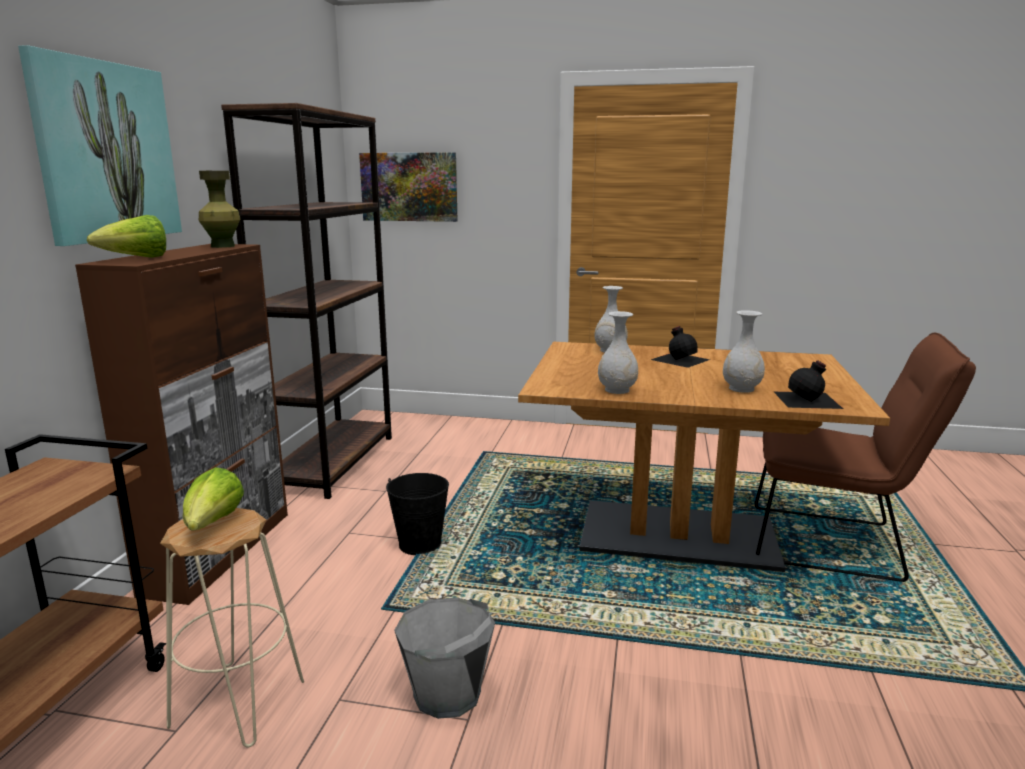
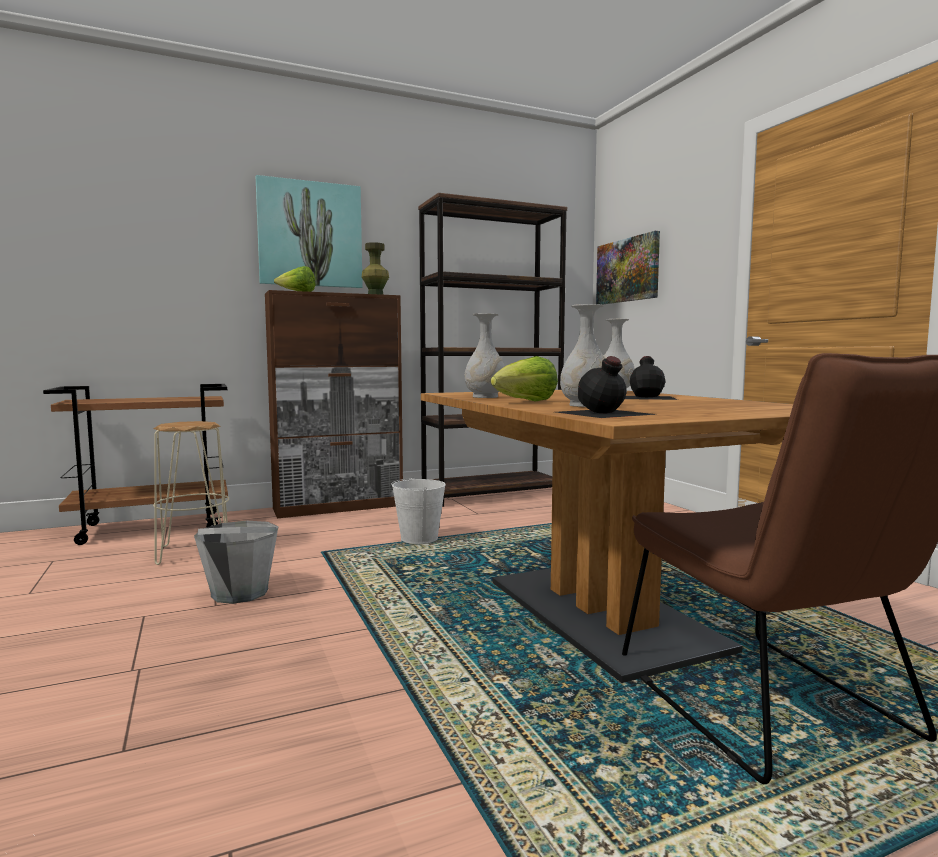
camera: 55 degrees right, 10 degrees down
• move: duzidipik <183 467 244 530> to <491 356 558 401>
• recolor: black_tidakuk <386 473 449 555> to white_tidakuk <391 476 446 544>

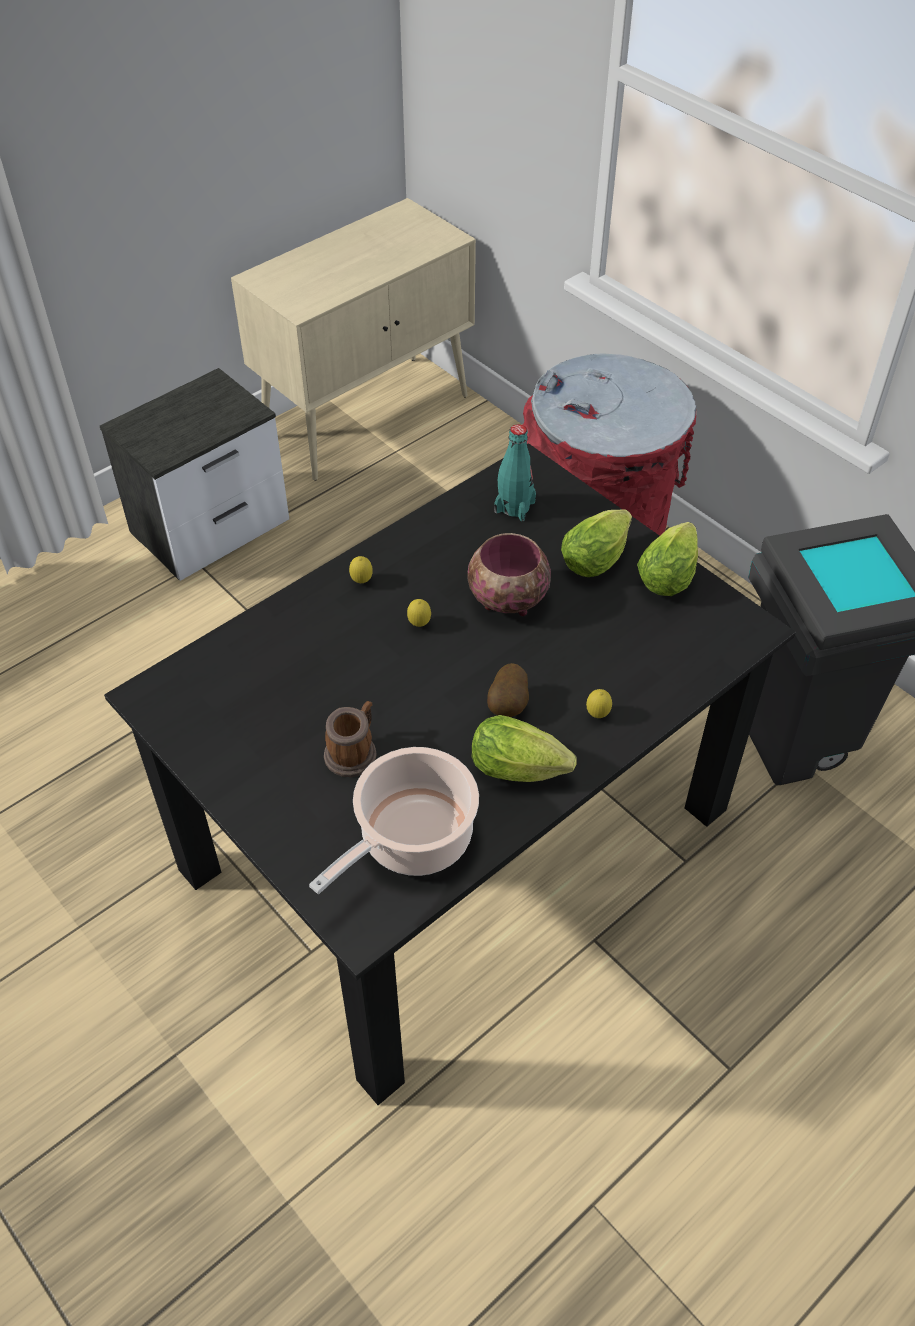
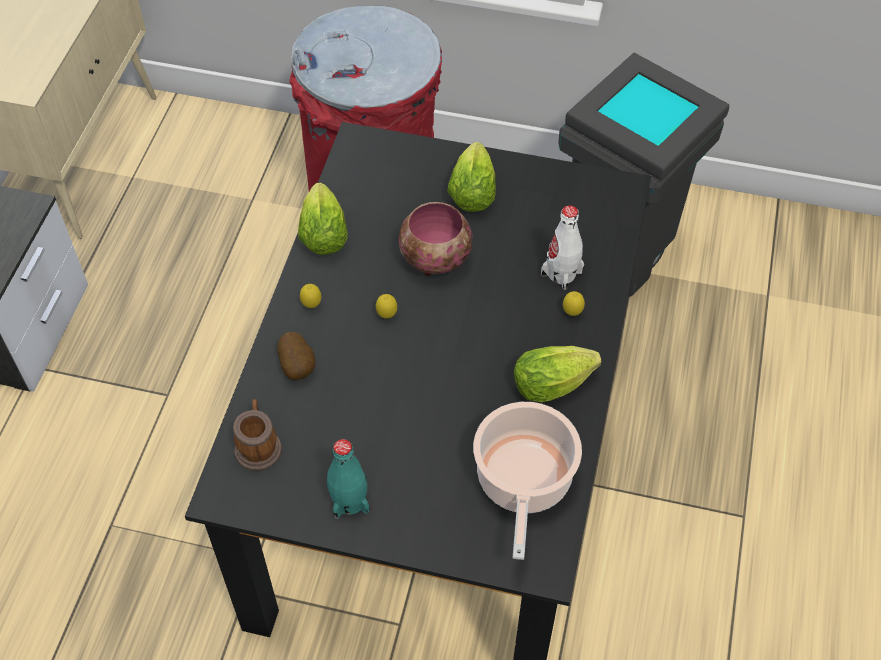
camera: 35 degrees left, 5 degrees up
• move: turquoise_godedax <494 424 536 521> to <327 439 369 519>
• move: duzidipik <637 522 698 596> to <298 183 348 255>
• move: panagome <487 663 529 717> to <277 332 315 380>
• move: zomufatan <324 701 377 777> to <233 399 282 471>
• insert: white_godedax <541 205 584 290>

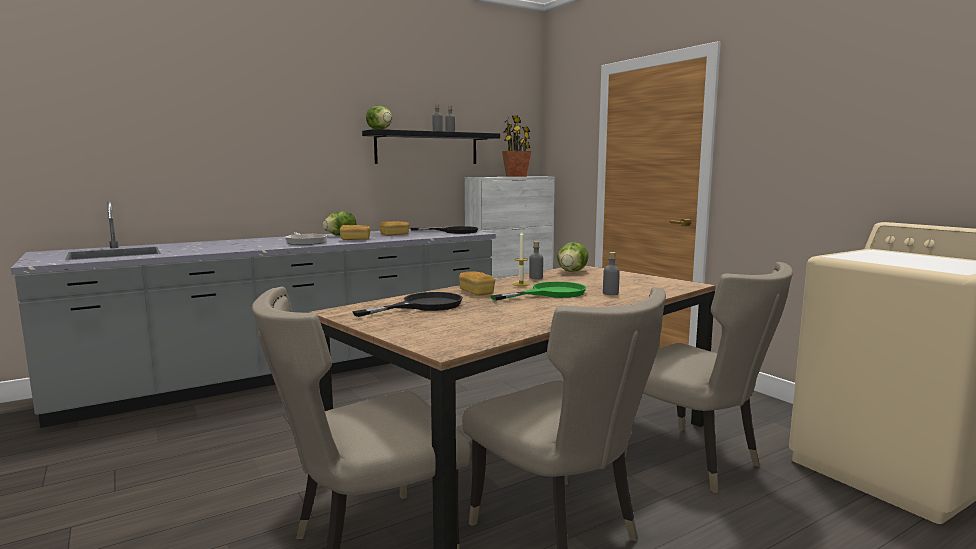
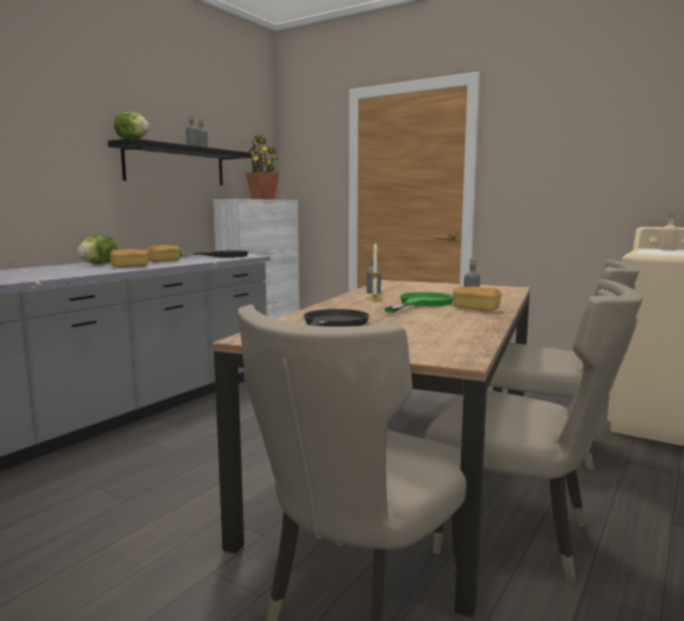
camera: 25 degrees left, 0 degrees up
• delete: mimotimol <285 232 328 245>
• delete: duzidipik <557 242 589 272>
• move: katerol <459 271 495 295> to <453 286 501 311>
• insert: beige_godedax <660 214 678 251>

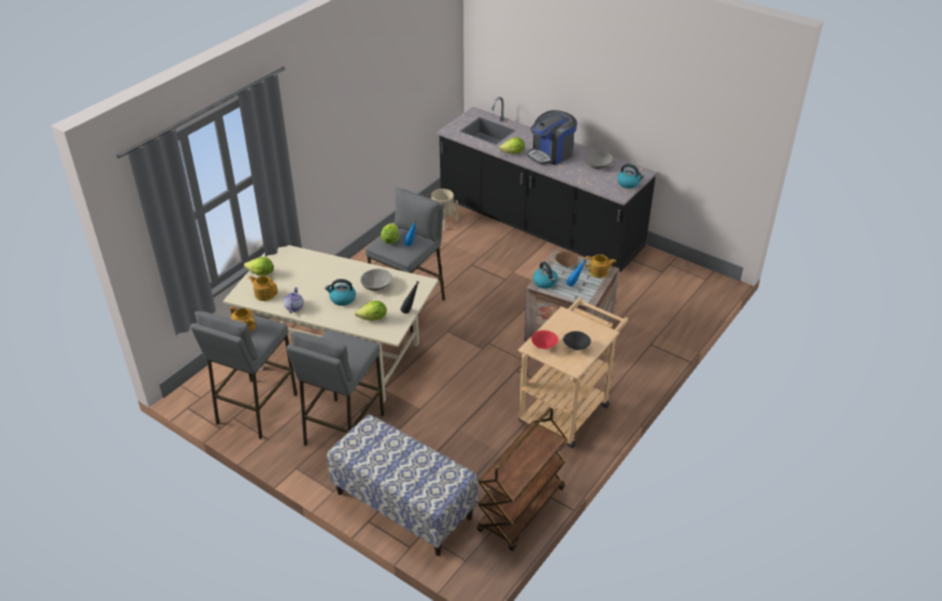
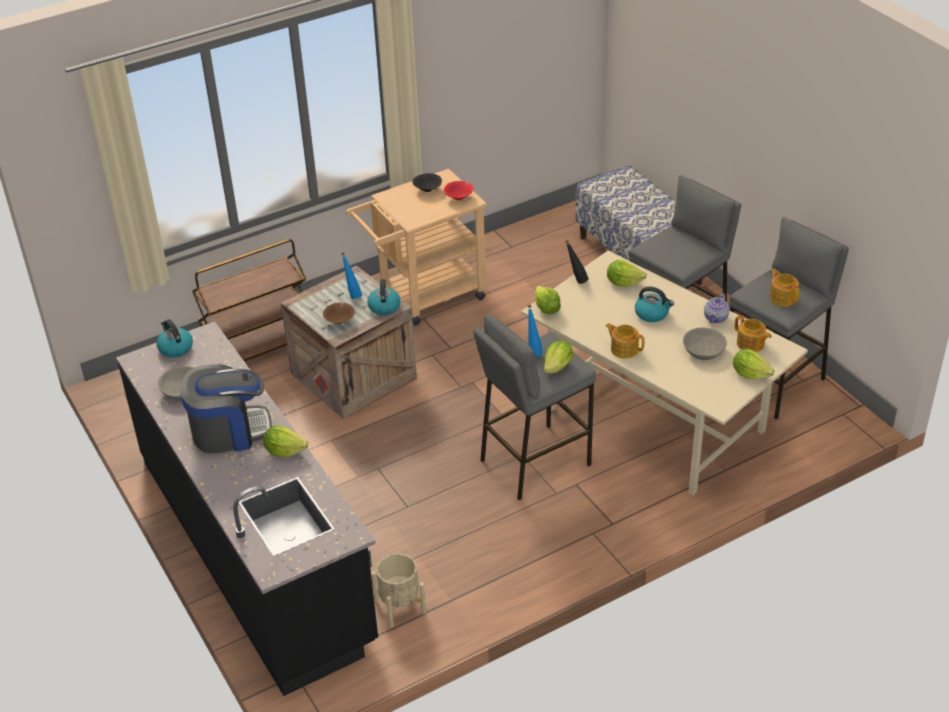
camera: 155 degrees left, 0 degrees up
• move: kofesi <585 254 616 278> to <605 323 645 359>
• move: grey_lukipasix <360 269 392 291> to <683 327 727 360>
• move: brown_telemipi <477 408 568 551> to <192 239 306 361>
• insert: duzidipik <535 285 561 315>

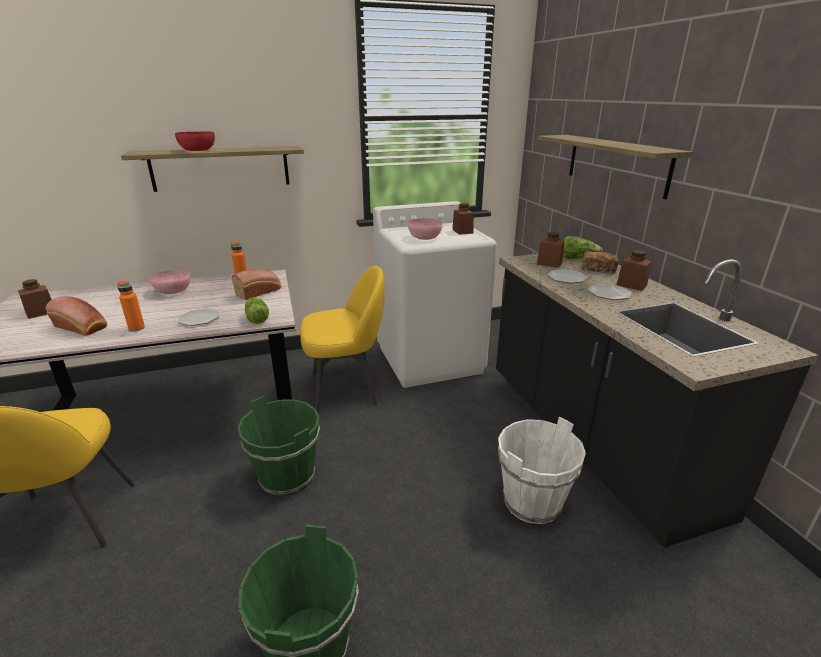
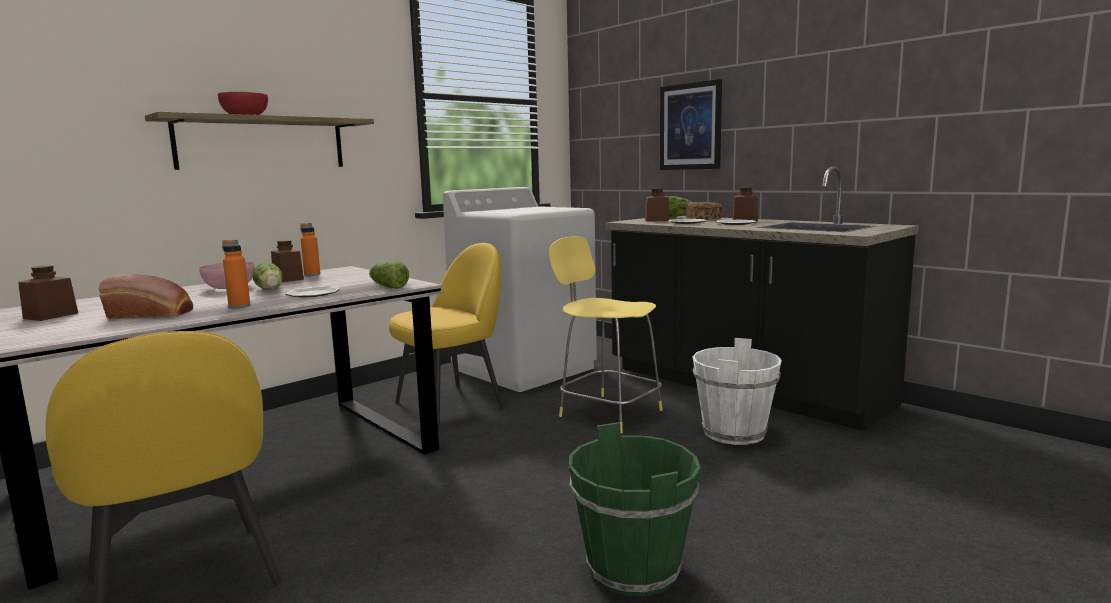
camera: 25 degrees left, 15 degrees down
• replace: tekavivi <537 135 693 199> to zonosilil <660 79 722 170>
• move: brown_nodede <452 203 474 235> to <271 240 304 282>
• delete: pink_lukipasix <408 218 442 240>
• delete: katerol <232 269 281 300>
• delete: green_tidakuk <238 396 320 496>
• insert: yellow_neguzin <549 236 663 433>
• insert: duzidipik <252 262 283 290>

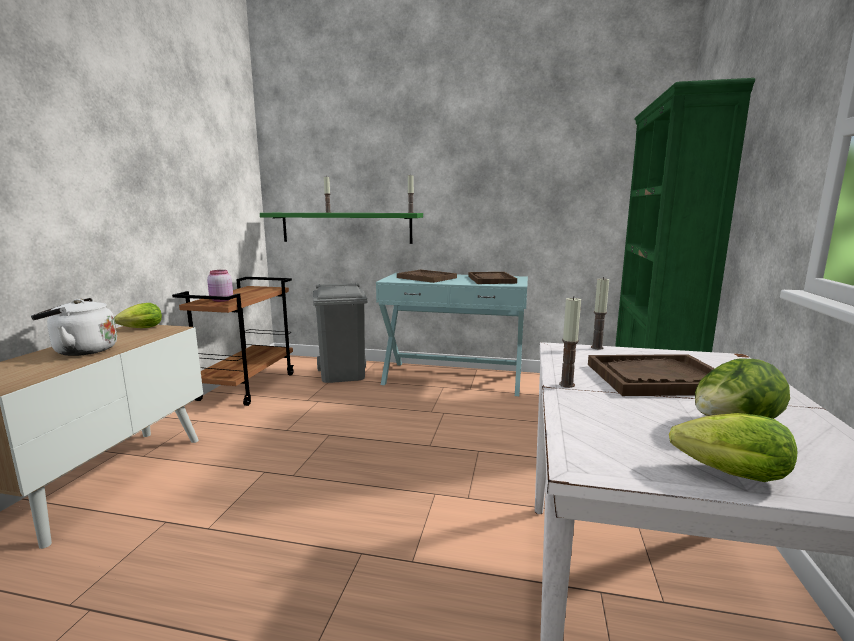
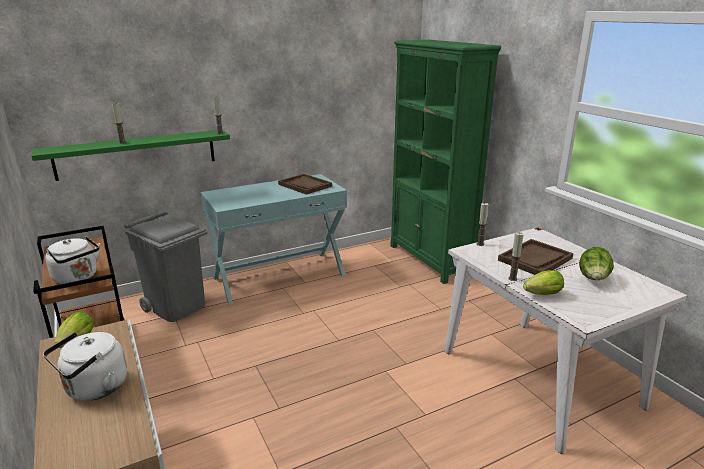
camera: 40 degrees left, 10 degrees up
• replace: pink_nodede <207 270 233 302> to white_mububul <45 236 100 284>
• delete: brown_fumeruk <397 270 457 283>
• move: duzidipik <669 413 797 482> to <523 270 564 295>

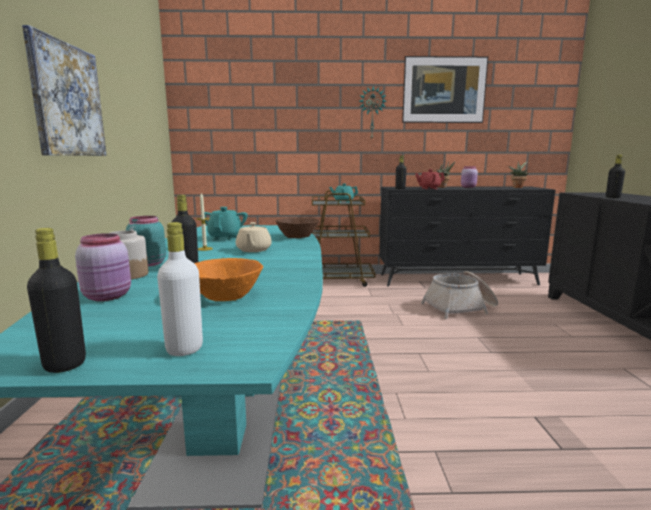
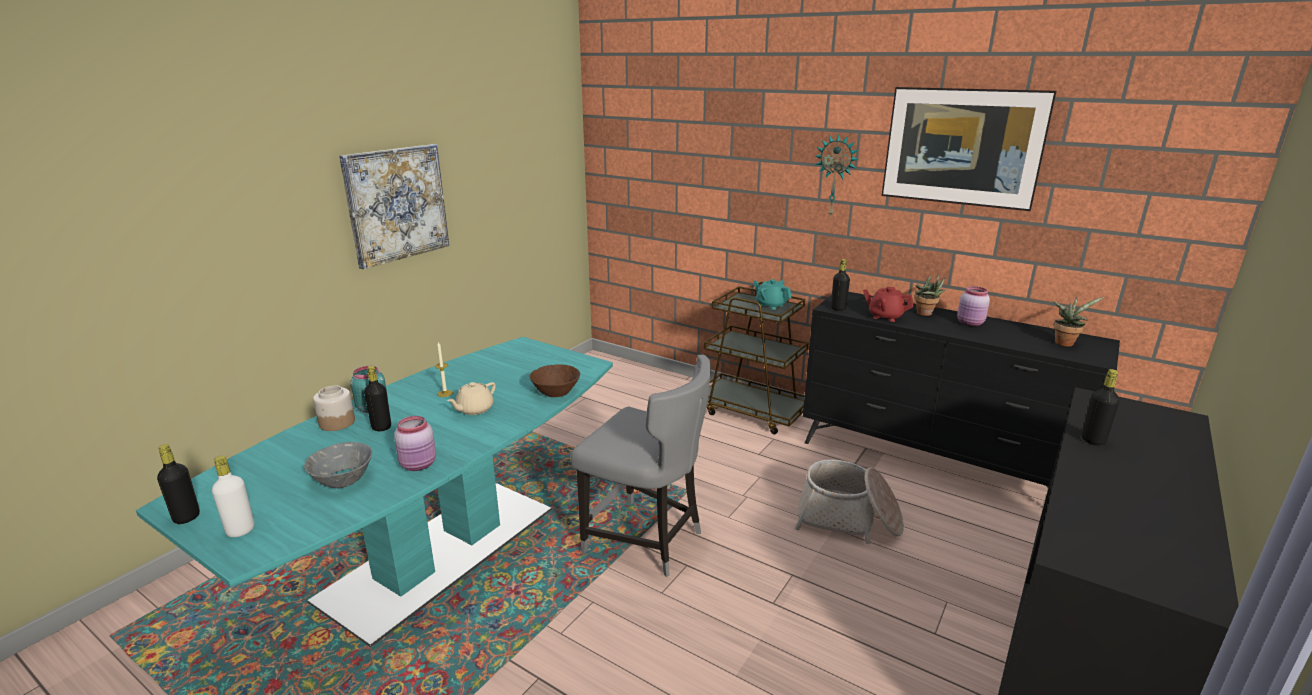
camera: 35 degrees right, 10 degrees up
• delete: turquoise_kofesi <204 207 248 240>
• move: pink_nodede <75 233 131 301> to <394 416 436 471>
• recolor: orange_lukipasix <194 258 263 301> to grey_lukipasix <304 442 372 489>
• insert: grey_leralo <571 355 711 577>

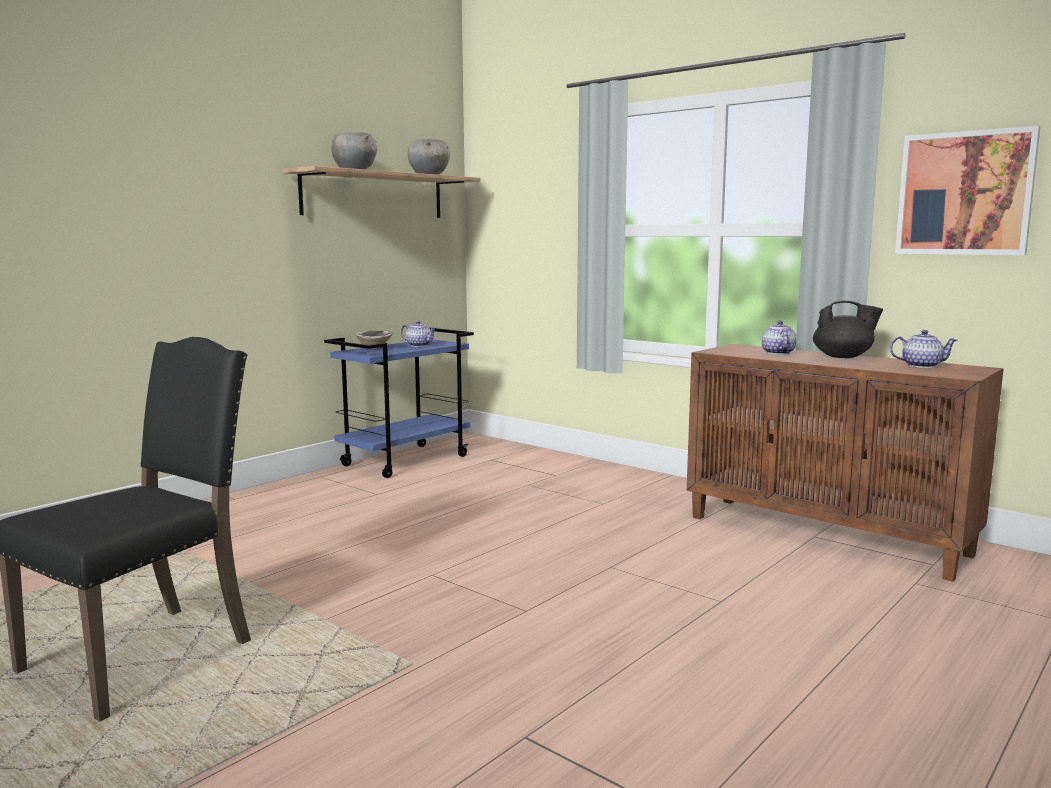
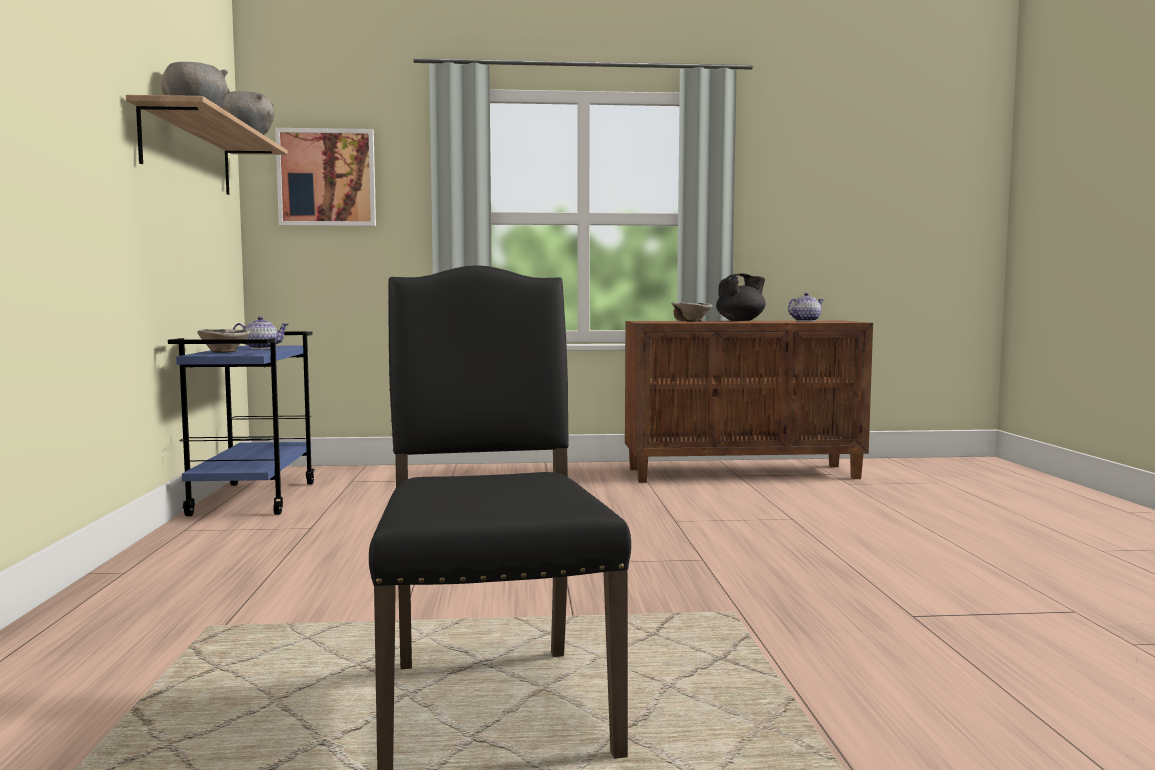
camera: 45 degrees left, 5 degrees down
• move: zonosilil <895 126 1040 255> to <275 128 376 226>
• replace: kofesi <762 320 797 355> to lukipasix <672 302 713 322>

